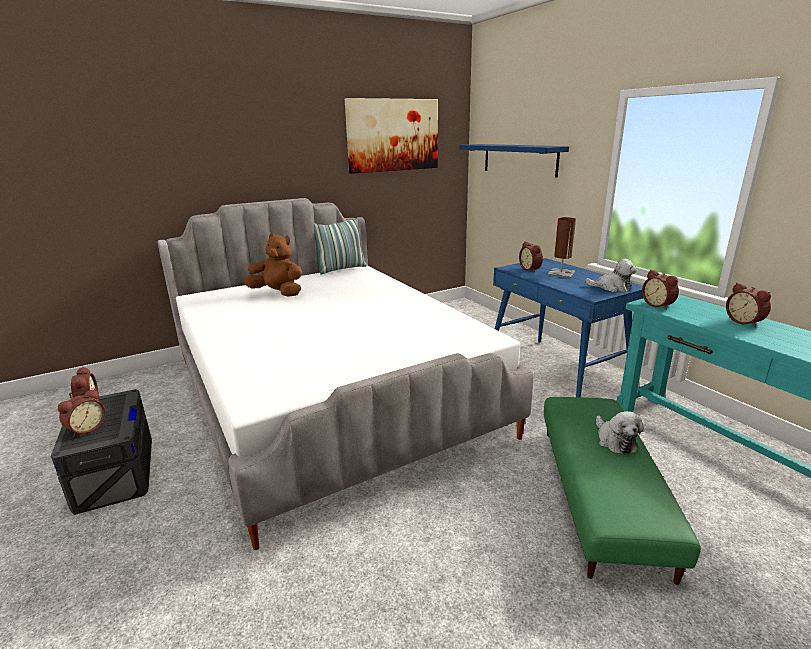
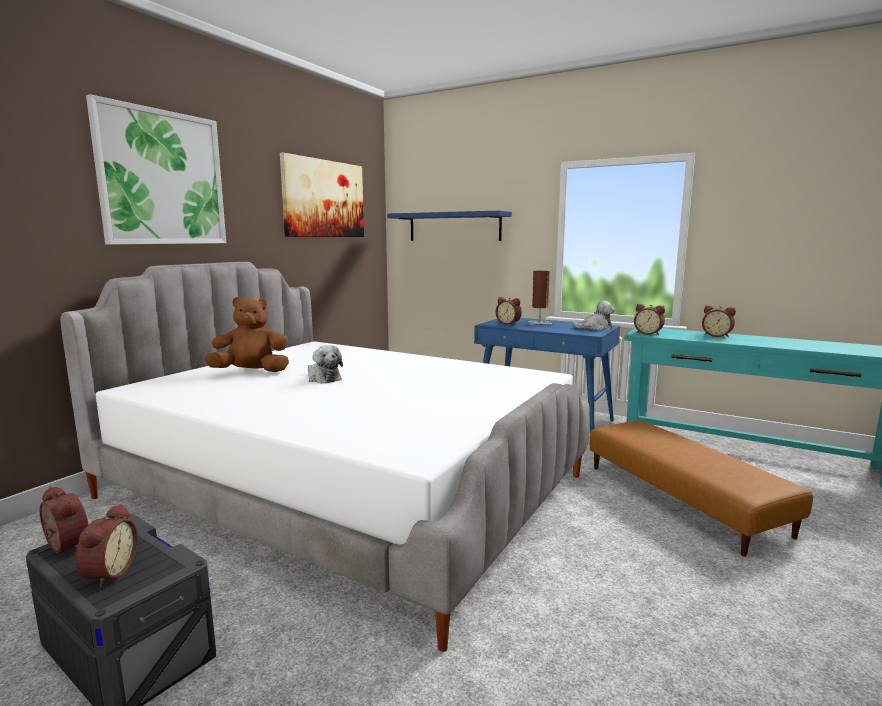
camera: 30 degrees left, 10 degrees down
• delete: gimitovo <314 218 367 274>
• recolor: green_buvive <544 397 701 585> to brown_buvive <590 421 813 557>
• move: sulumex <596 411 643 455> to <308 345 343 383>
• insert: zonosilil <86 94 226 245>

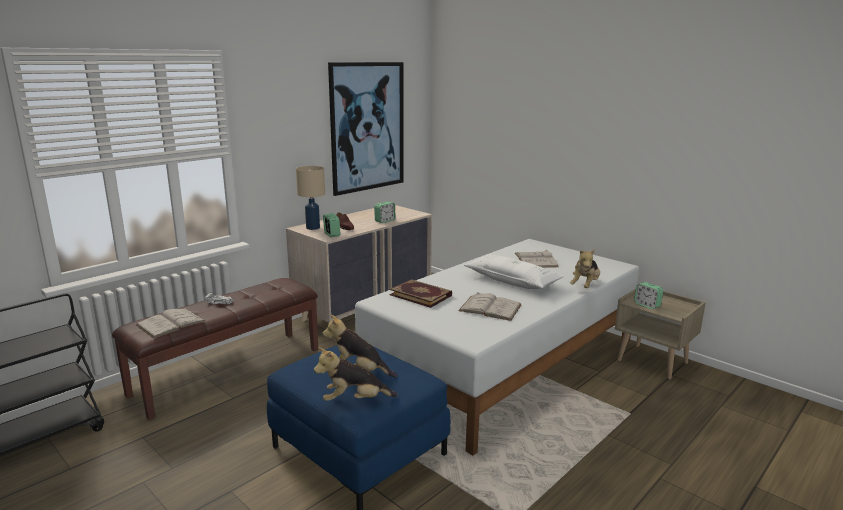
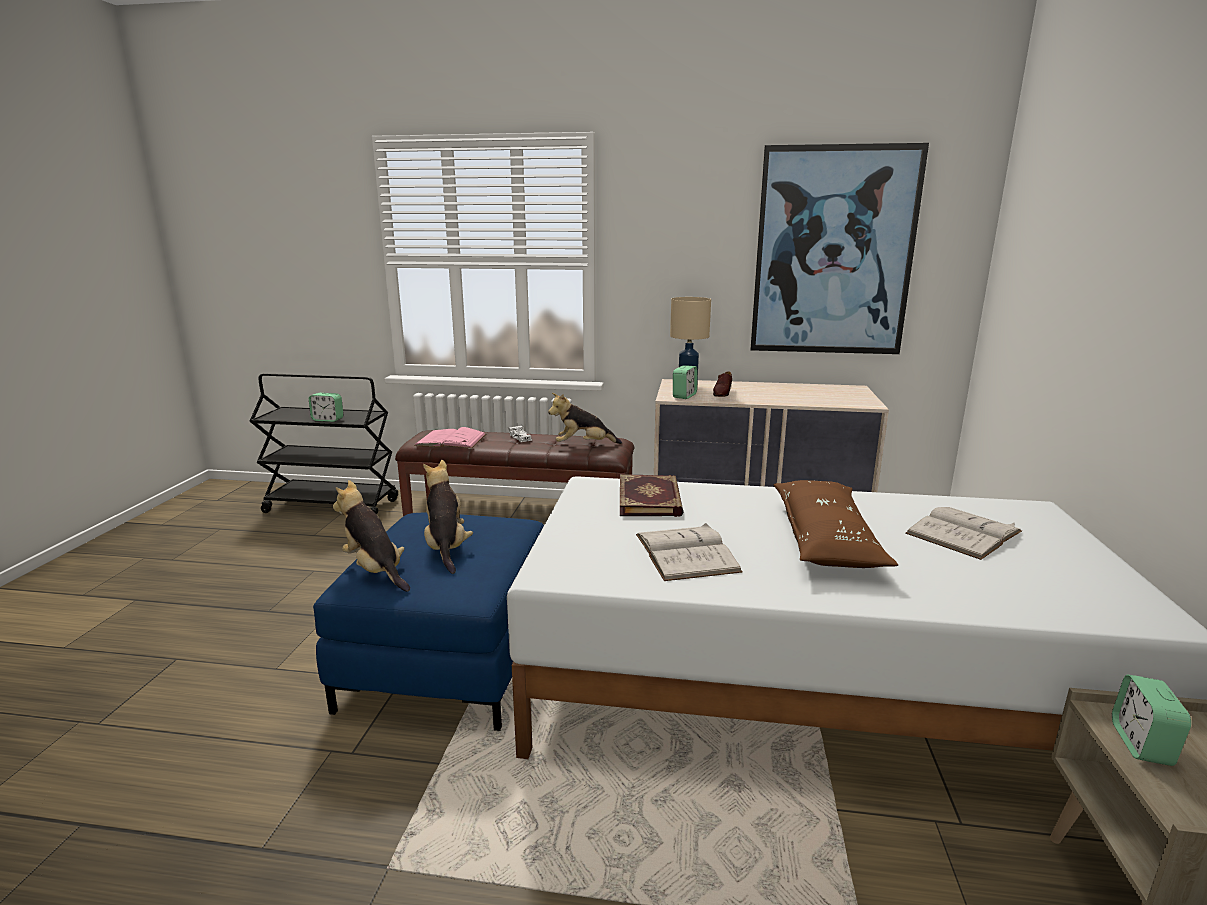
camera: 55 degrees right, 0 degrees up
• move: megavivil <374 202 396 223> to <309 393 343 422>
• move: sulumex <570 249 600 288> to <548 393 622 444>
• recolor: white_gimitovo <464 254 564 289> to brown_gimitovo <774 480 898 568>
• recolor: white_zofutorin <136 309 205 339> to pink_zofutorin <414 427 486 448>

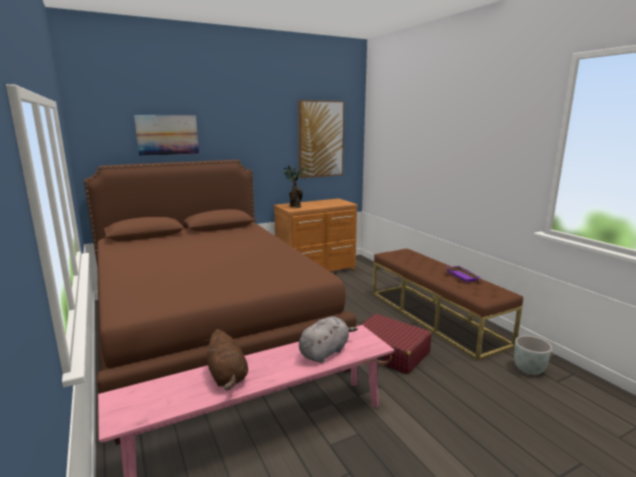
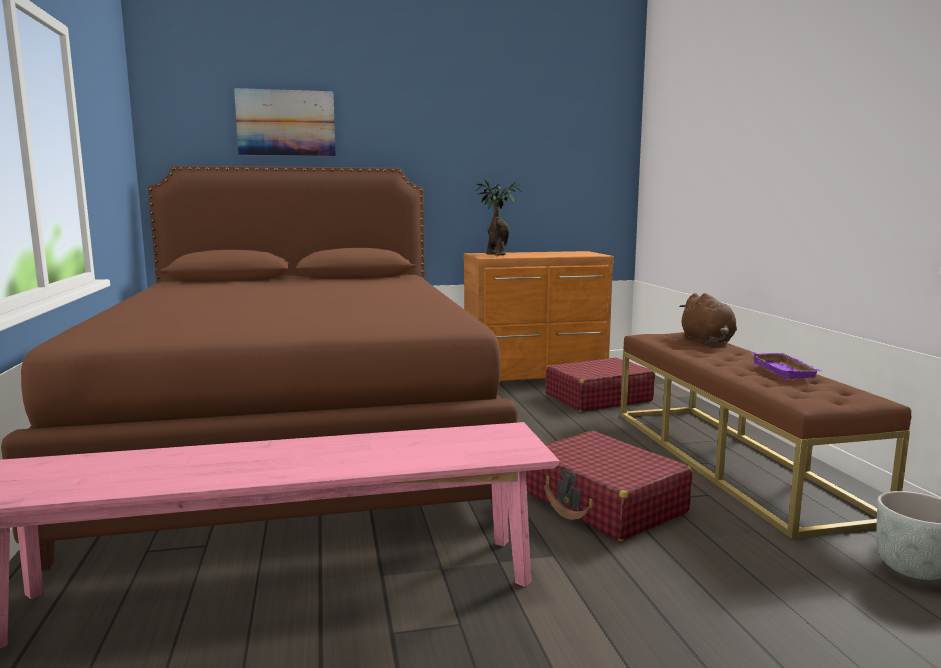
camera: 15 degrees right, 5 degrees down
• delete: zonosilil <298 100 344 178>
• delete: grey_sulumex <299 316 358 363>
• move: brown_sulumex <206 329 248 390> to <679 293 737 343>
• insert: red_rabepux <546 357 655 412>

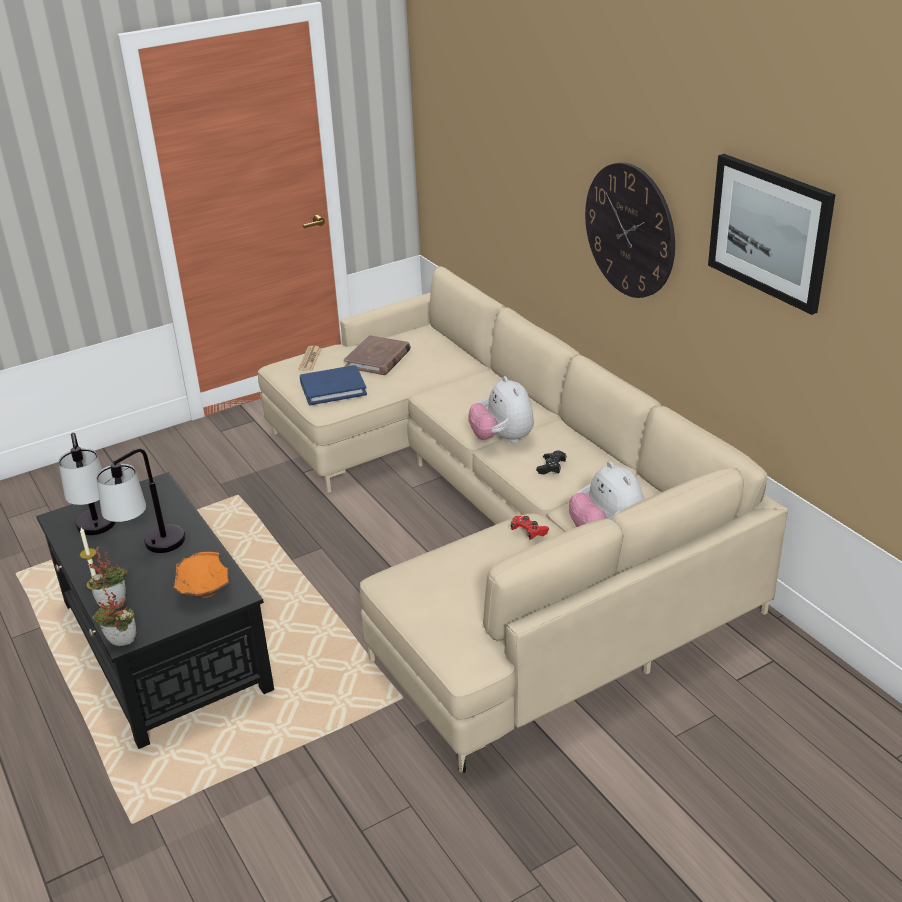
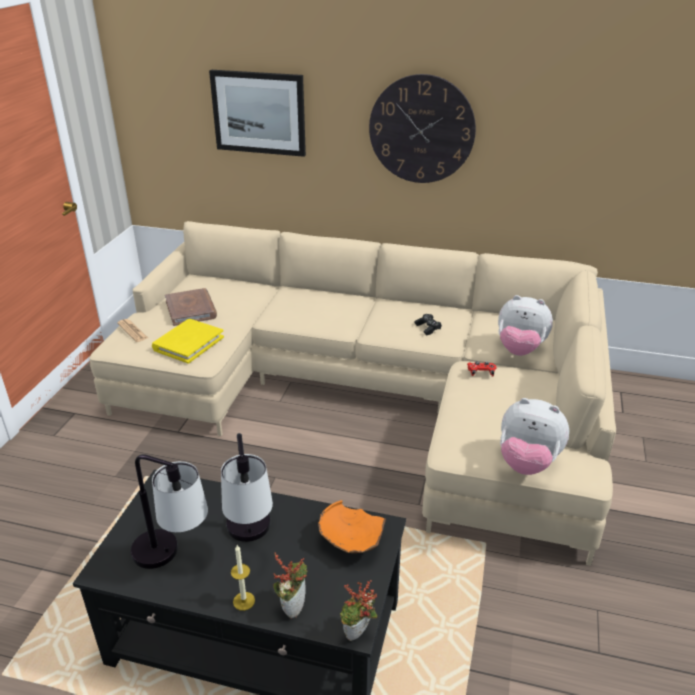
camera: 45 degrees left, 0 degrees up
• move: zonosilil <708 154 836 315> to <209 70 306 157>
• recolor: blue_zofutorin <300 365 367 405> to yellow_zofutorin <152 319 224 363>
• move: sulumex <468 376 534 443> to <500 398 569 475>

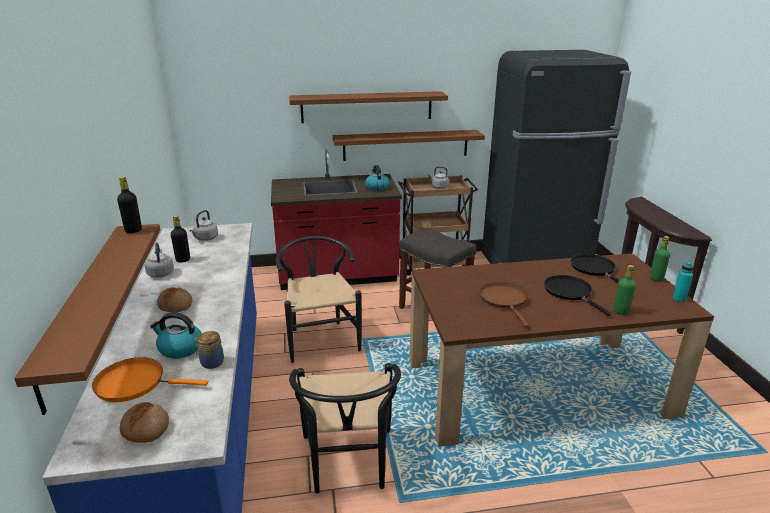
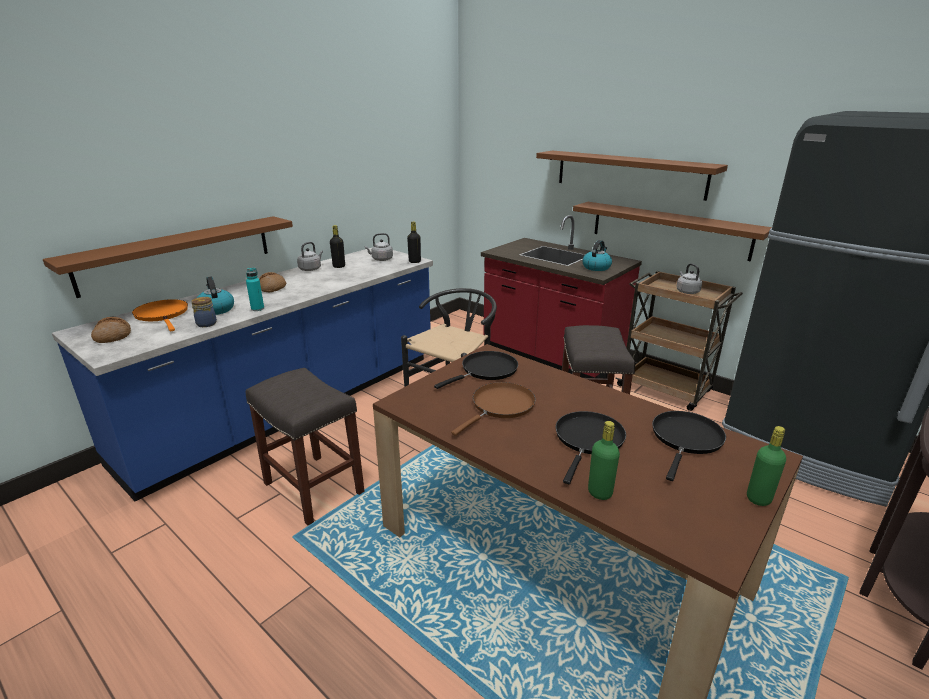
camera: 50 degrees right, 0 degrees up
• move: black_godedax <117 177 142 233> to <407 222 421 263>
• move: turquoise_godedax <673 260 693 302> to <246 268 264 311>
• replace: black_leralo <289 363 401 494> to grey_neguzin <246 368 365 525>
• insert: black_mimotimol <434 351 518 389>

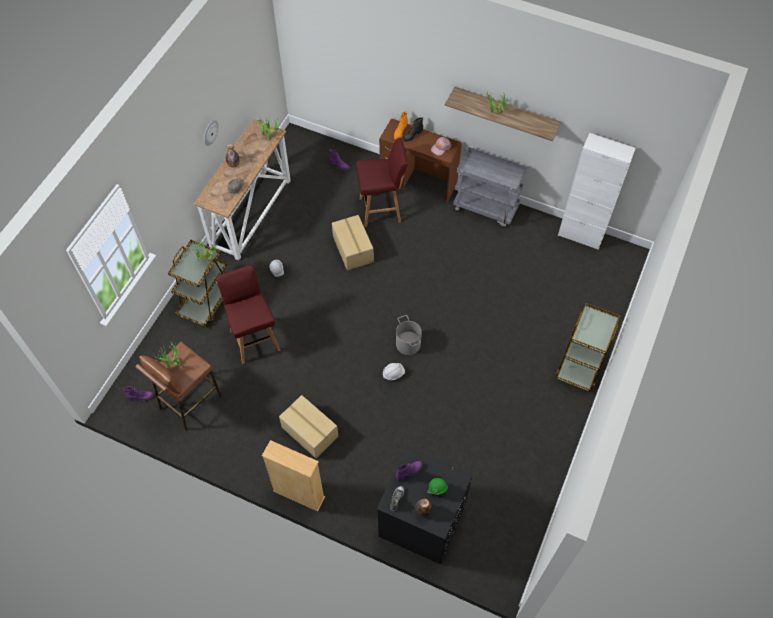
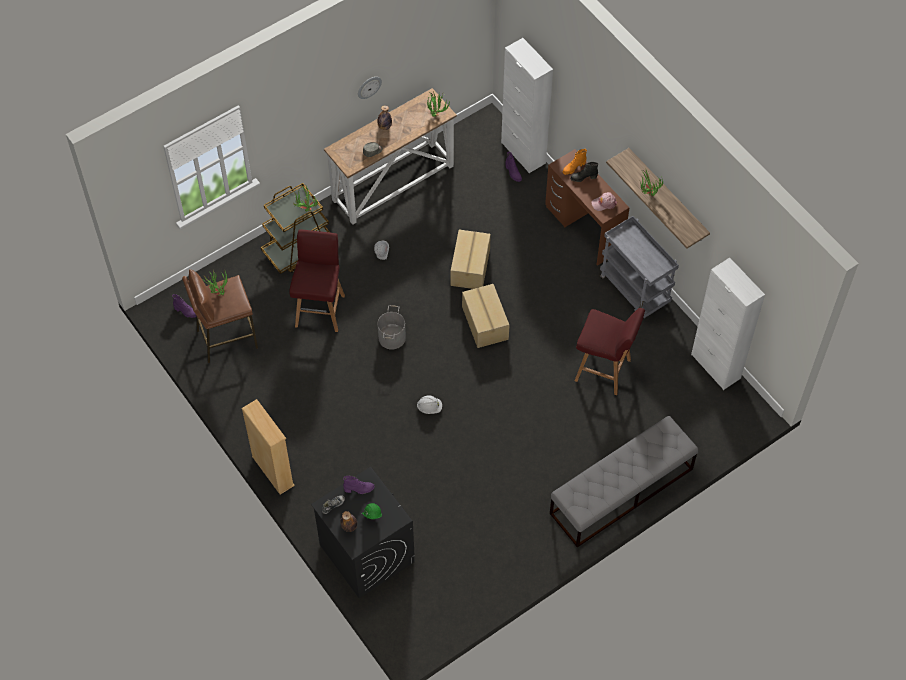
camera: 30 degrees right, 0 degrees up
• move: red_neguzin <356 138 407 227> to <575 308 645 395>
• replace: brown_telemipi <556 303 620 392> to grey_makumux <550 416 698 548>
• move: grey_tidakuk <396 315 422 355> to <377 305 406 350>
• move: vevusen <279 395 339 458> to <462 284 509 348>
• insert: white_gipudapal <501 38 553 173>

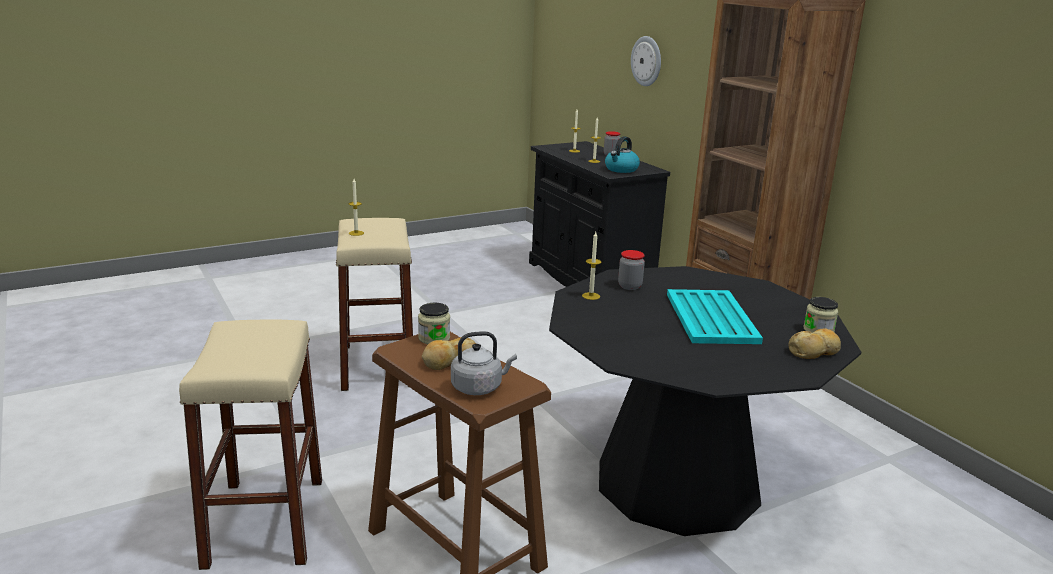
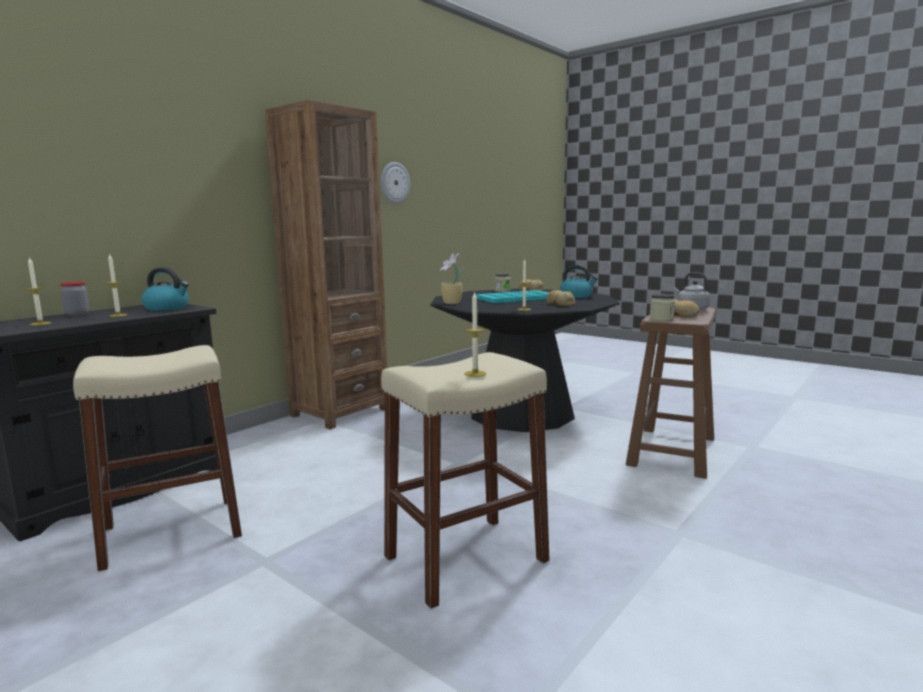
camera: 110 degrees left, 10 degrees down
• move: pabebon <631 36 661 86> to <381 162 410 204>
• delete: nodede <618 250 645 290>
• move: beige_neguzin <179 320 322 570> to <73 345 242 571>
• insert: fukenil <439 253 464 304>
• insert: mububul <560 265 598 298>
• insert: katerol <547 290 575 306>

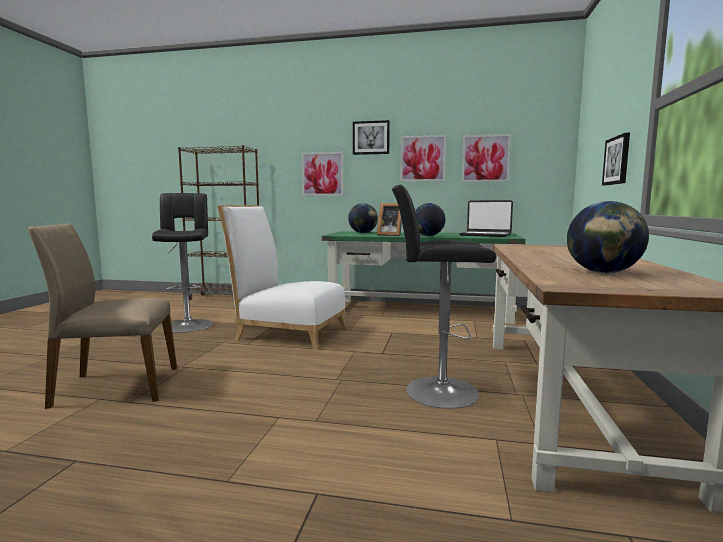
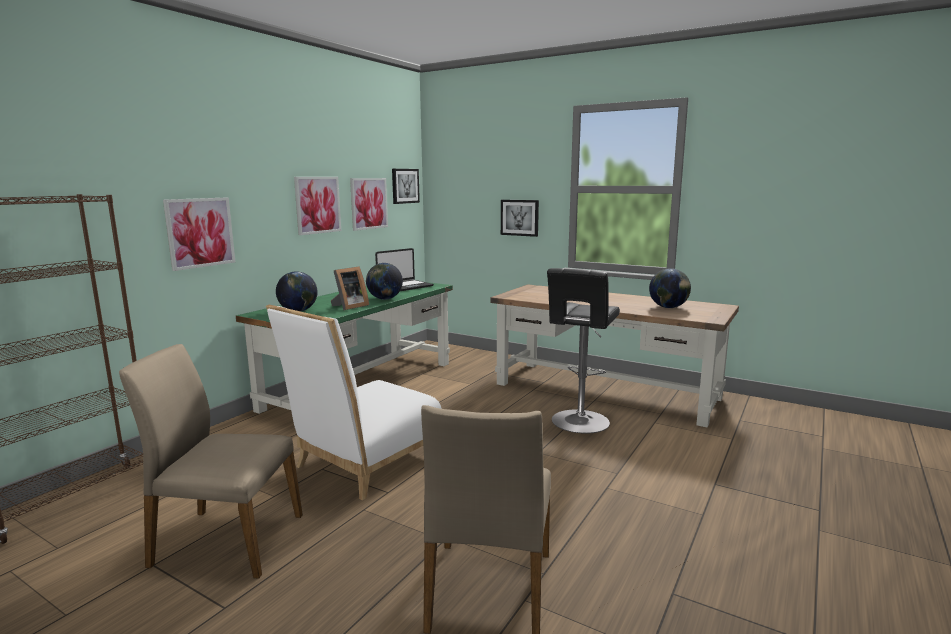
camera: 70 degrees left, 5 degrees up
• move: zonosilil <353 120 390 155> to <392 169 420 204>
• replace: black_neguzin <152 193 213 333> to beige_leralo <119 344 303 579>

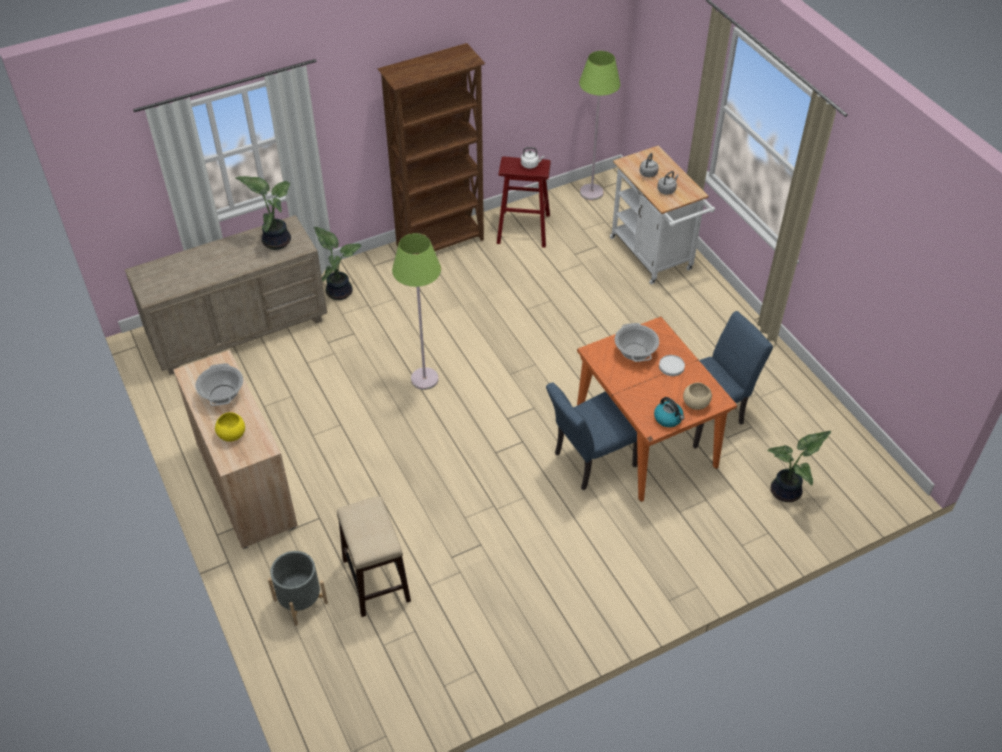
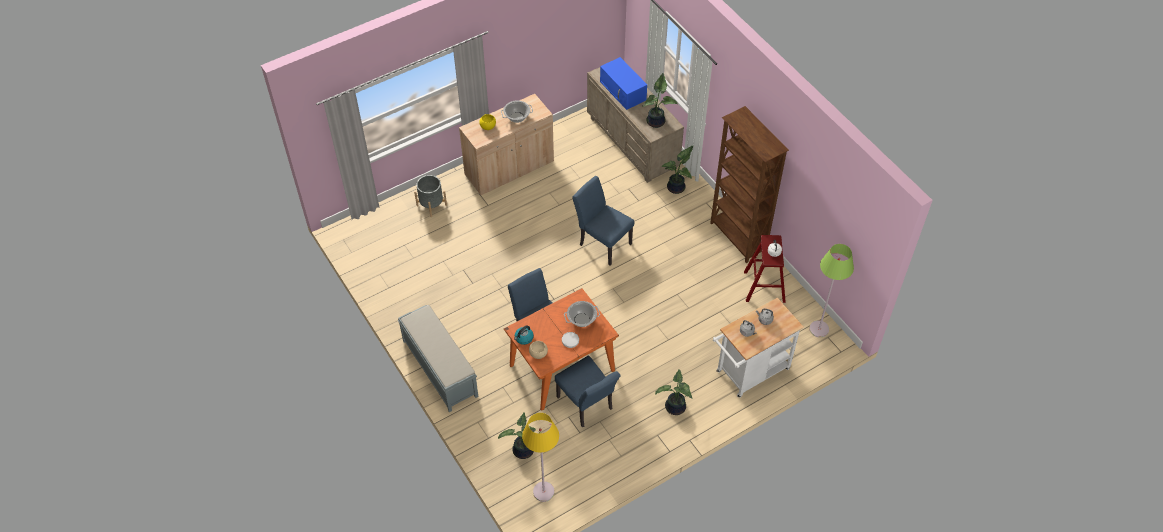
camera: 85 degrees right, 5 degrees up
• replace: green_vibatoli <392 233 441 390> to blue_leralo <572 176 634 265>
• delete: neguzin <337 496 411 617>
• insert: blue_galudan <600 57 647 110>
• insert: grey_makumux <398 305 478 412>
• insert: fukenil <655 369 693 415>
• insert: yellow_vibatoli <522 413 559 502>

